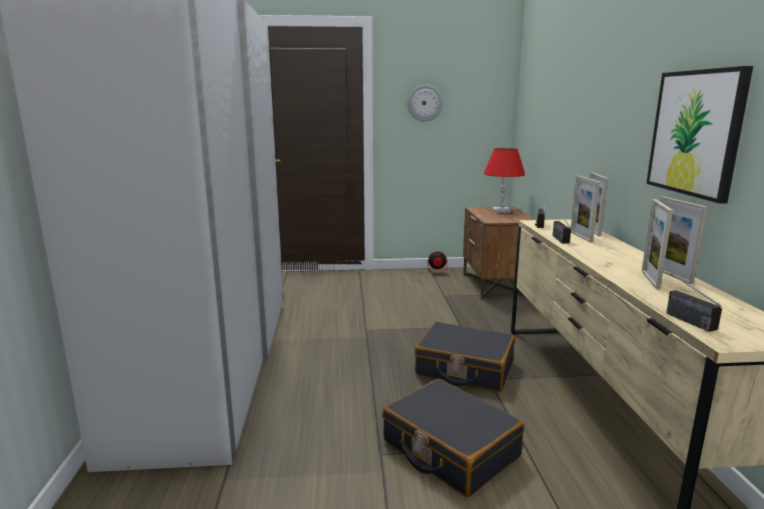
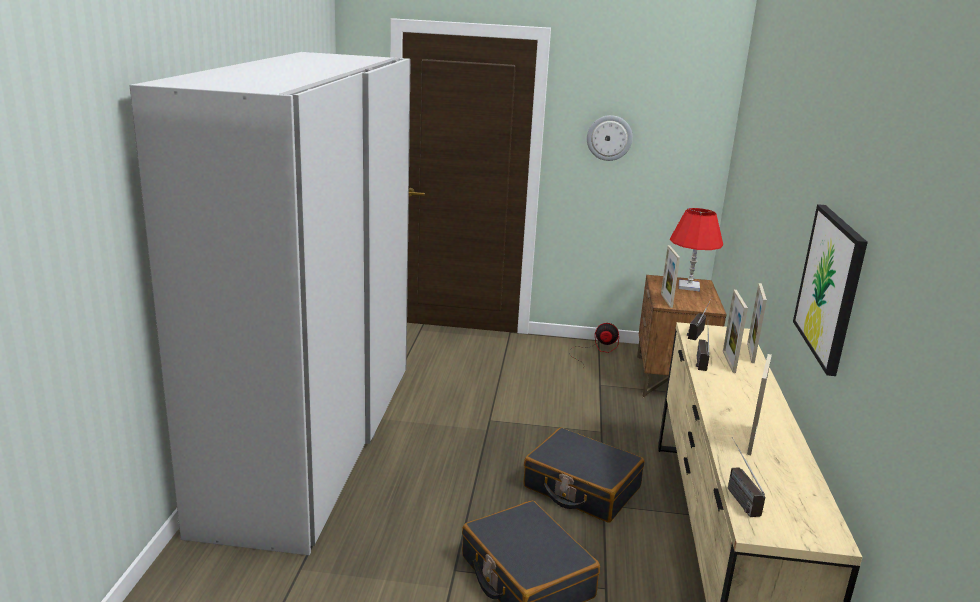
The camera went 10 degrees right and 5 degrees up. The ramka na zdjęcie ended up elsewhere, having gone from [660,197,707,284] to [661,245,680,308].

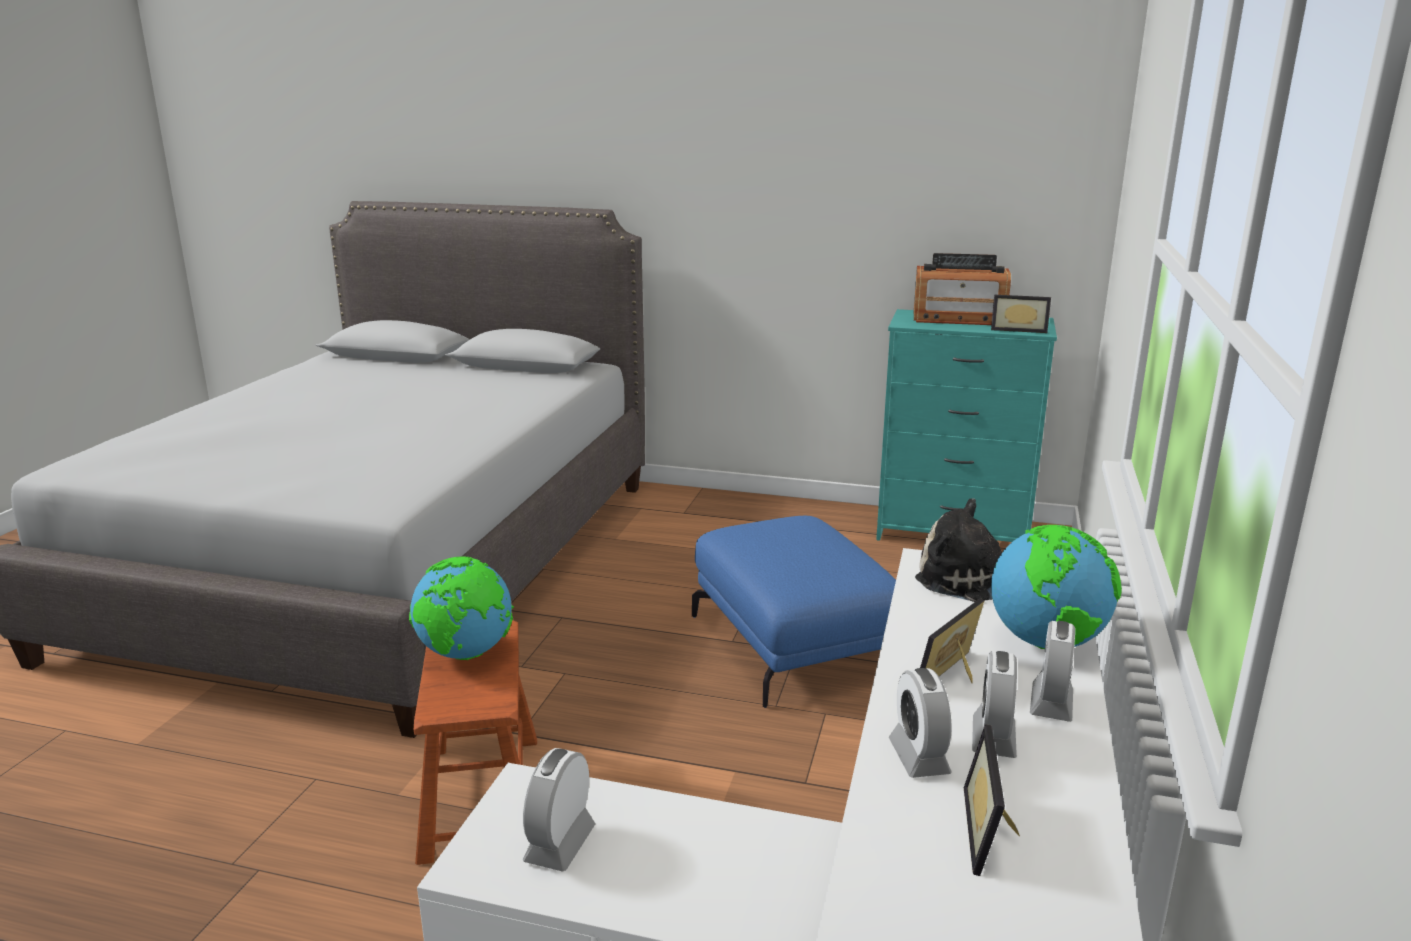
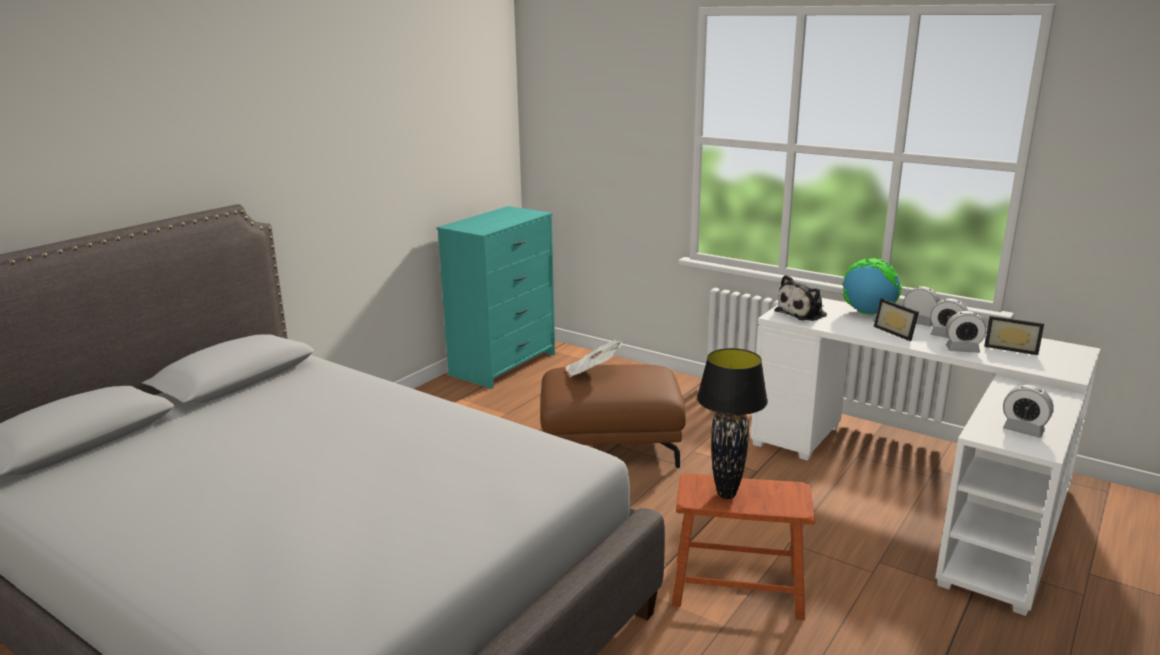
The camera went 70 degrees left and 0 degrees up. Where the globus stood at [409,556,514,660], the lampa stołowa/czarny came to stand at [697,348,768,499]. What was the pufa/niebieski at [692,516,896,708] turned into the pufa/brązowy at [540,364,686,468]. The second view lost the radio at [914,253,1011,325]. The second view lost the ramka na zdjęcie at [991,295,1051,333]. The second view gained the gazeta at [566,340,622,377].

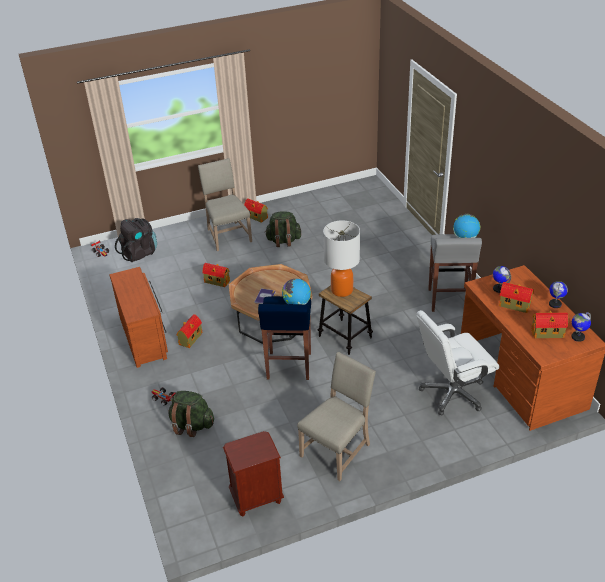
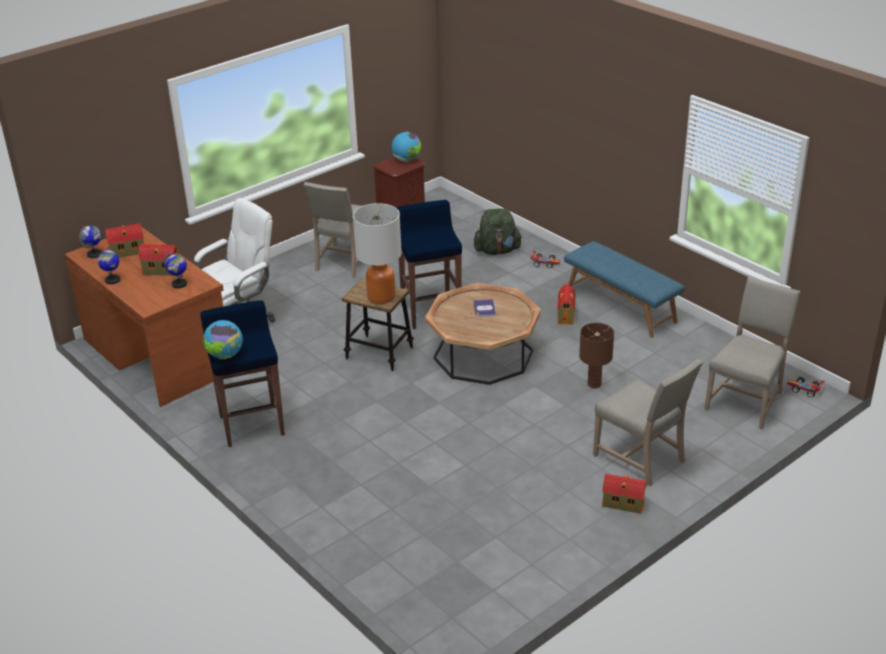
The camera went 160 degrees right and 5 degrees down. Where the komoda/brązowy stood at [109,267,168,368], the ławka/niebieski came to stand at [564,241,685,338]. Where the plecak/czarny stood at [115,218,157,262], the krzesło/beżowy came to stand at [704,277,801,429]. Where the domek stood at [202,263,230,287], the lampa stołowa/brązowy came to stand at [579,323,614,388]. The second view lost the plecak/zielony at [265,211,301,247]. The globus ended up elsewhere, having gone from [282,279,311,305] to [392,132,421,162]. What was the stołek/szary at [428,234,482,312] turned into the stołek/niebieski at [200,300,285,447].

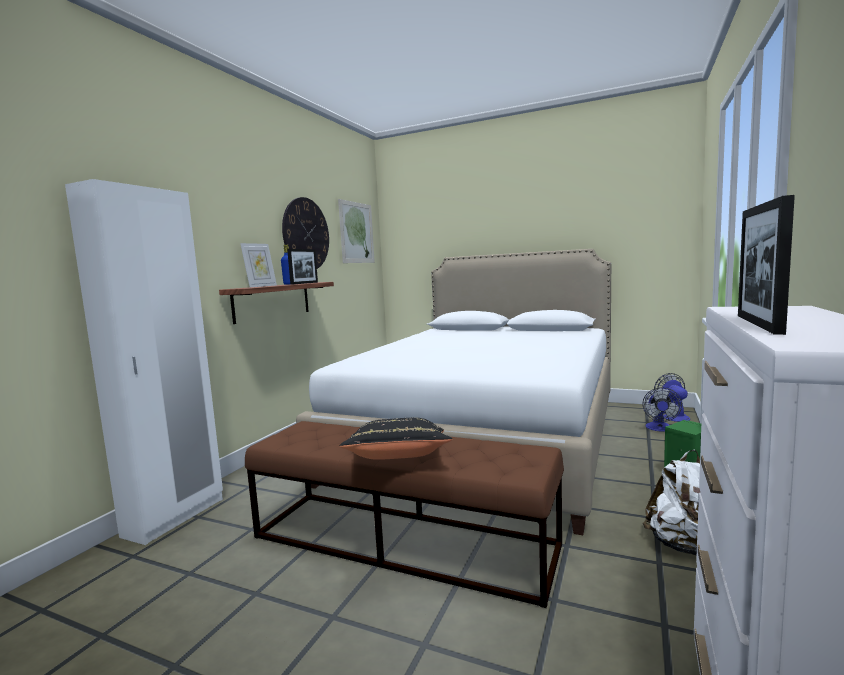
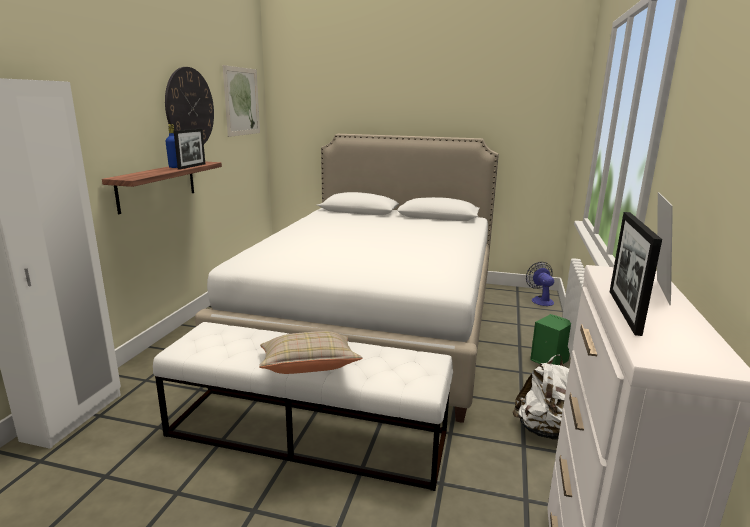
The camera went 10 degrees left and 10 degrees up. The ramka na zdjęcie ended up elsewhere, having gone from [240,243,277,287] to [657,192,673,306]. What was the ławka/brązowy at [245,421,564,608] turned into the ławka/biały at [153,322,453,491]. What was the poduszka/czarny at [339,418,452,460] turned into the poduszka/beżowy at [259,331,363,374]. The second view lost the wentylator at [642,387,682,432].

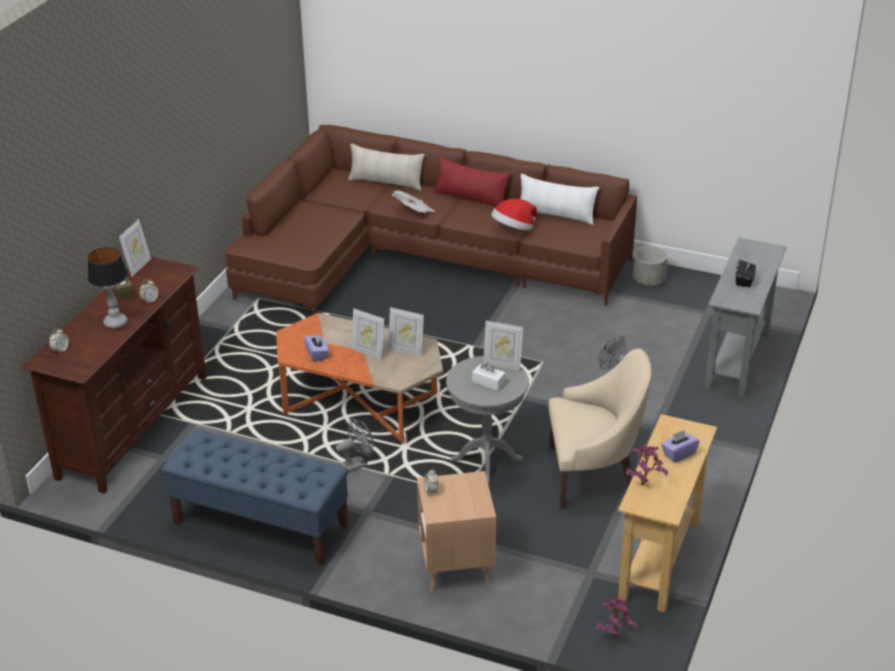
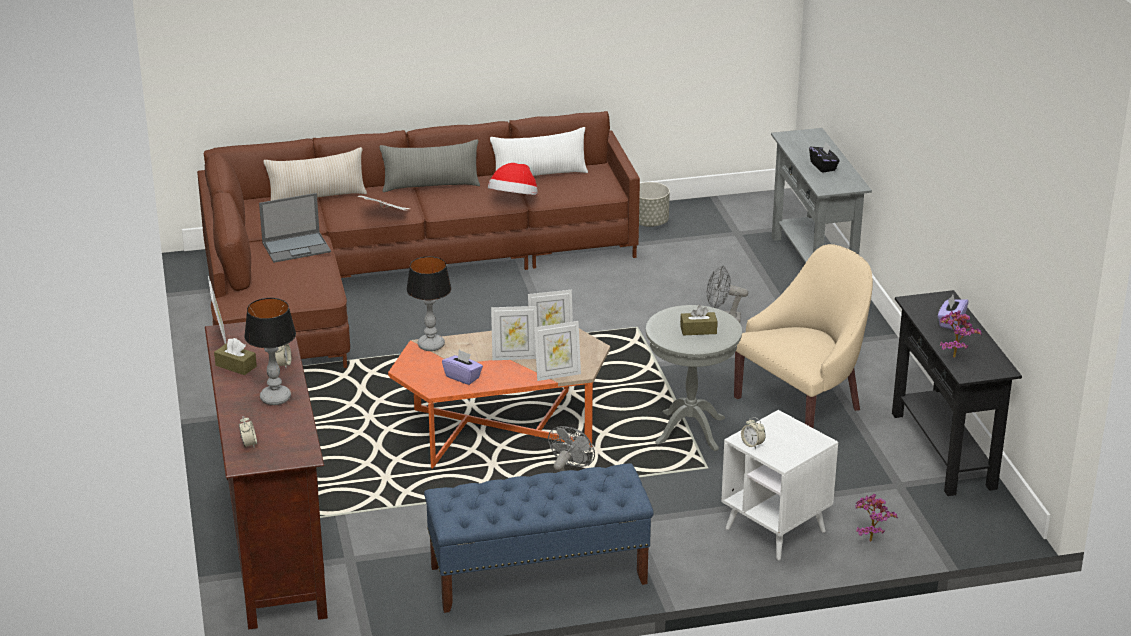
The camera went 35 degrees left and 5 degrees down. What was the stolik/brązowy at [417,471,496,592] turned into the stolik/biały at [721,410,838,560]. What was the poduszka/czerwony at [433,156,510,207] turned into the poduszka/szary at [380,140,480,192]. What was the pudełko chusteczek/biały at [472,363,505,391] turned into the pudełko chusteczek/brązowy at [680,305,717,336]. The ramka na zdjęcie ended up elsewhere, having gone from [483,321,523,371] to [534,321,581,381]. The roślina doniczkowa ended up elsewhere, having gone from [596,598,638,638] to [855,494,898,542]. What was the stolik konsolowy/beżowy at [618,414,717,612] turned into the stolik konsolowy/czarny at [892,290,1022,496]. The second view gained the laptop at [259,193,331,263]. The second view gained the lampa stołowa at [406,256,452,351].

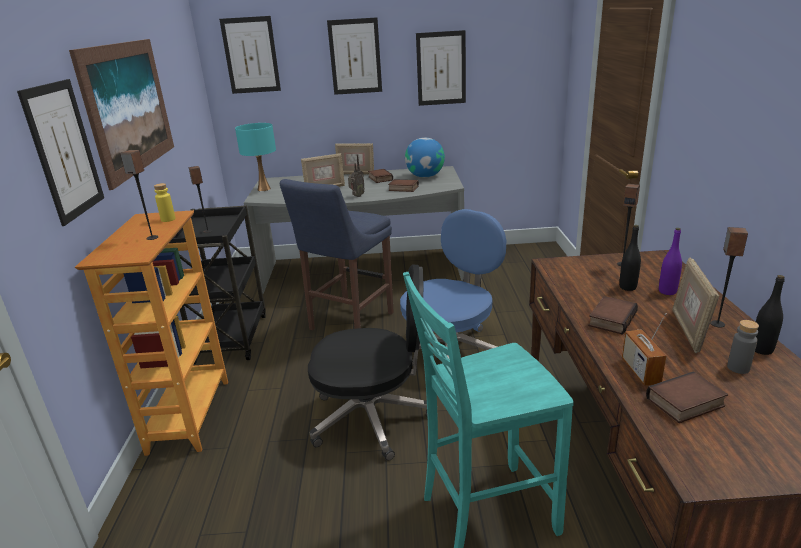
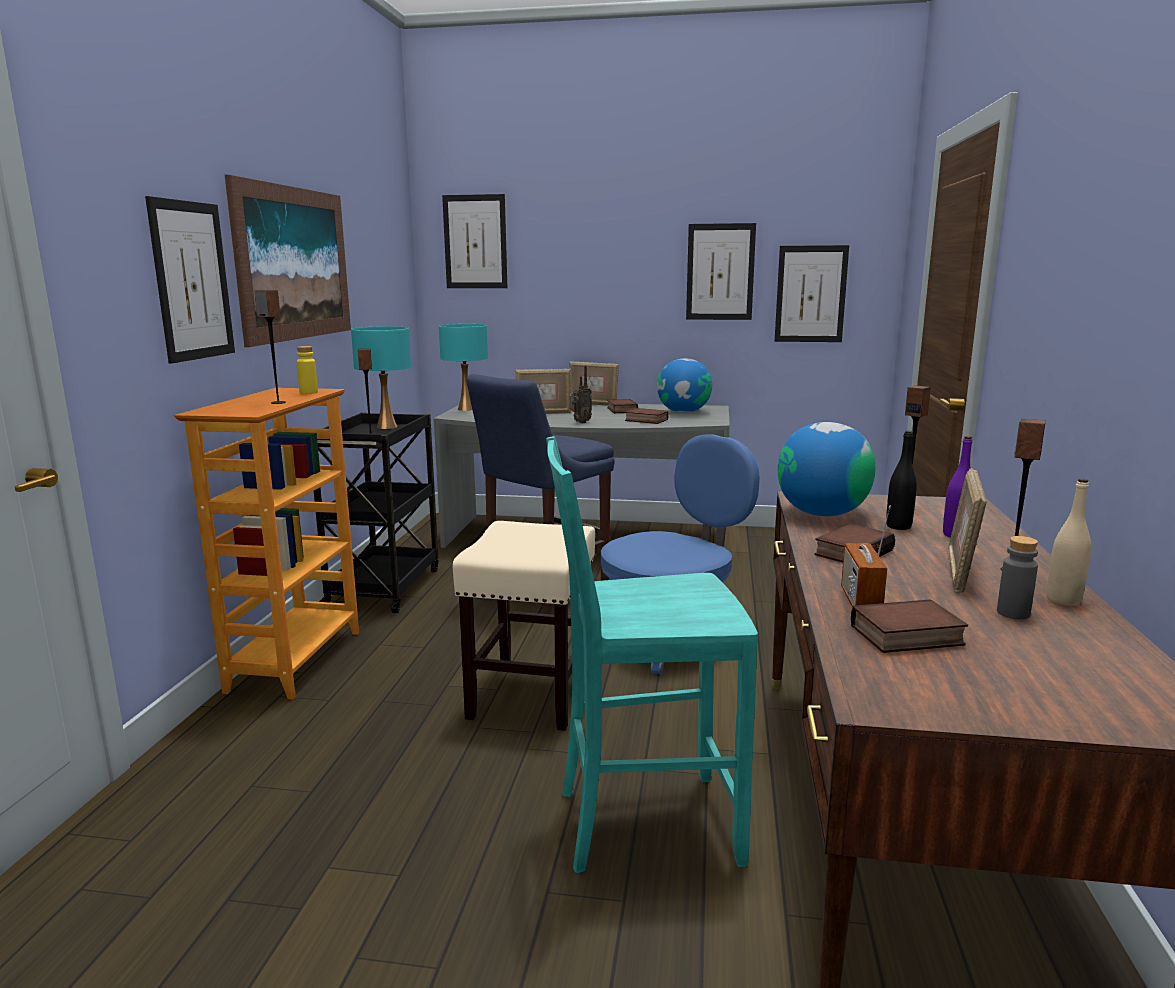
The camera went 10 degrees right and 10 degrees down. Where the krzesło biurowe/czarny stood at [308,265,428,461], the stołek/beżowy came to stand at [452,521,595,731]. The obraz ended up elsewhere, having gone from [327,17,382,95] to [775,245,849,342]. What was the butelka/czarny at [755,275,785,355] turned into the butelka/beżowy at [1047,478,1091,606]. The second view gained the lampa stołowa/turkusowy at [351,326,411,429]. The second view gained the globus at [778,422,875,516].

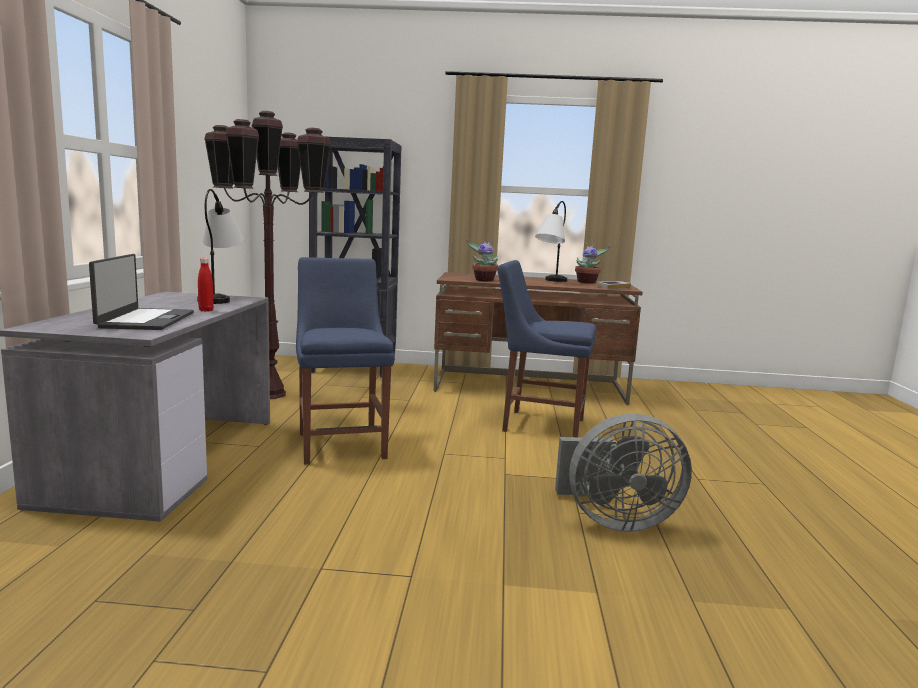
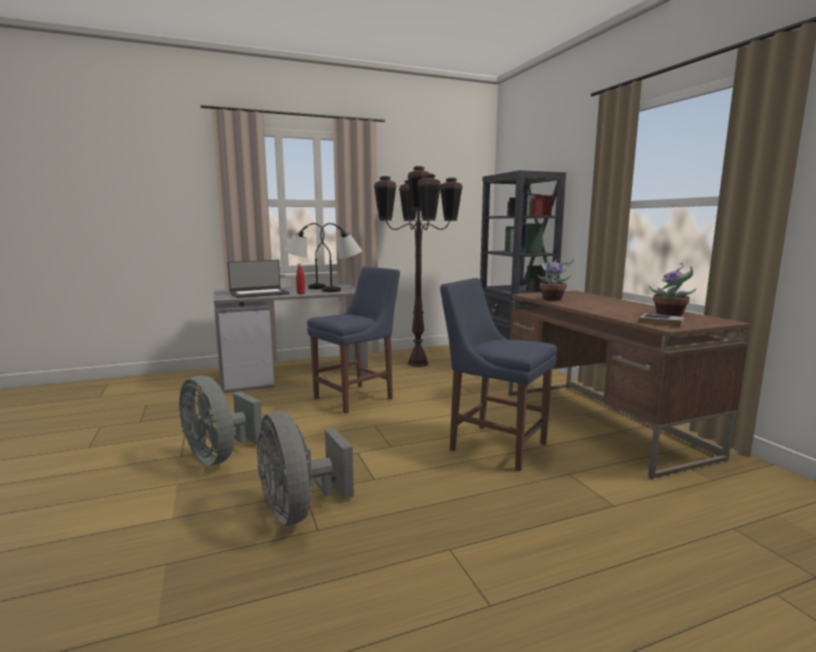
The camera went 65 degrees right and 0 degrees up. The krzesło/niebieski at [498,260,597,437] ended up facing another way, 45 degrees counterclockwise from before. The lampa stołowa ended up elsewhere, having gone from [535,201,567,282] to [284,223,326,289]. The second view gained the wentylator/szary at [179,375,262,466].

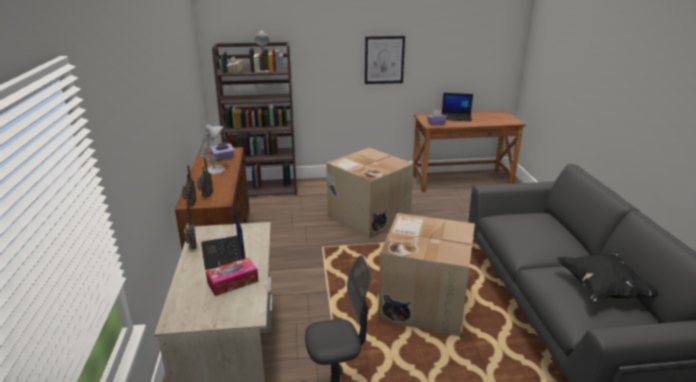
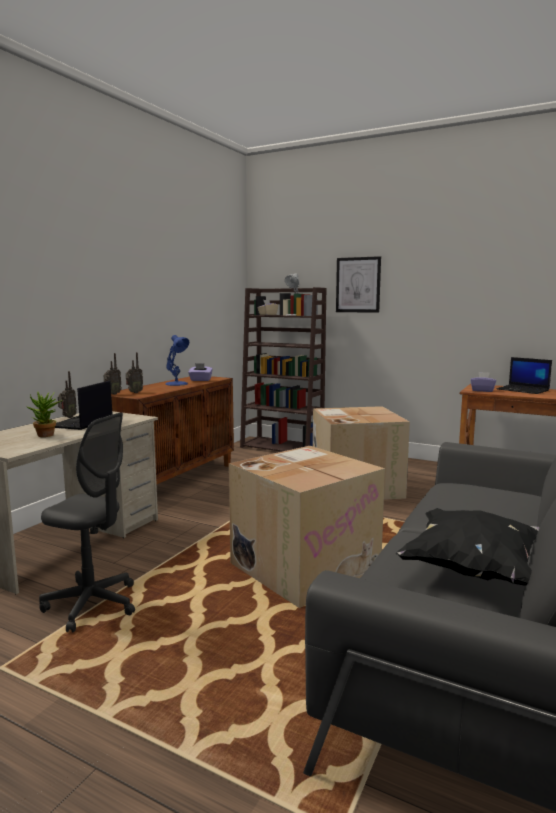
The camera went 35 degrees right and 15 degrees down. What was the lampa stołowa/biały at [200,124,225,175] turned into the lampa stołowa/niebieski at [165,335,189,386]. Where the pudełko chusteczek stood at [206,258,259,296], the roślina doniczkowa came to stand at [26,392,63,437]. The obraz ended up elsewhere, having gone from [365,36,405,84] to [336,256,381,313].

